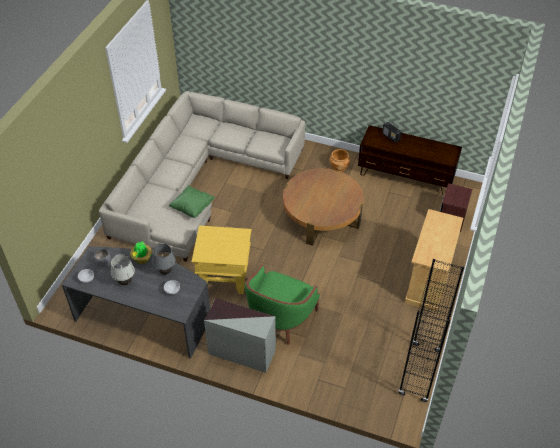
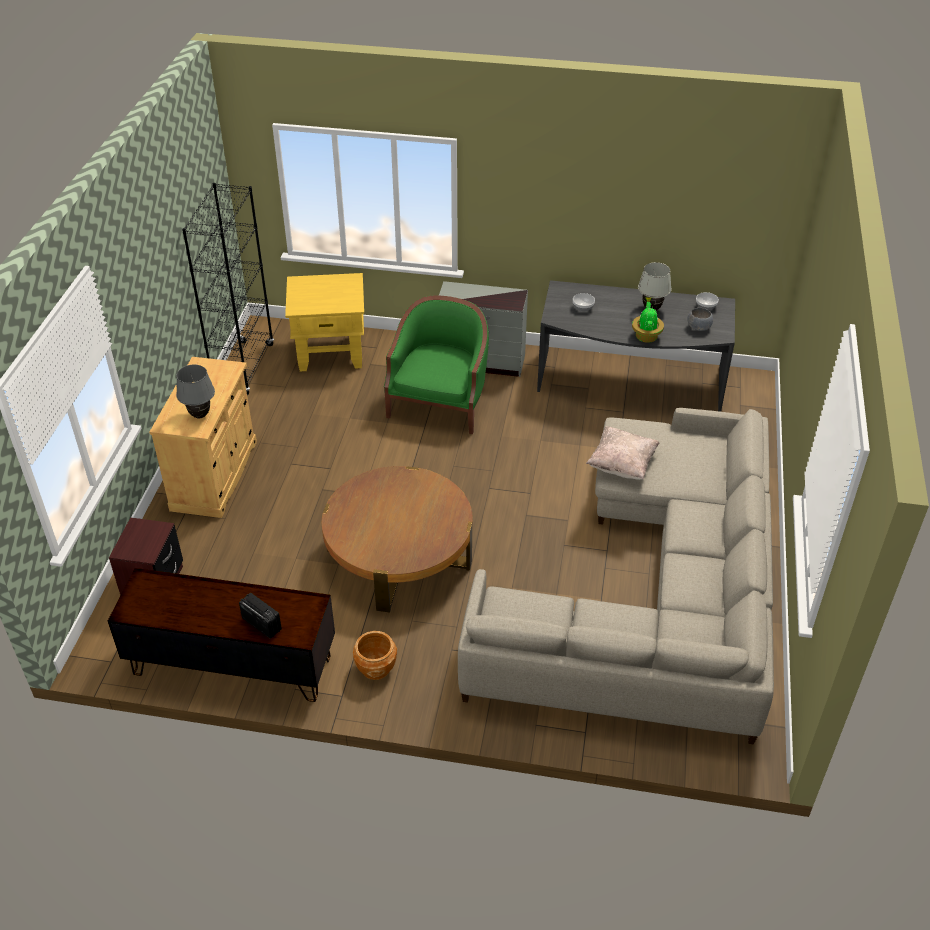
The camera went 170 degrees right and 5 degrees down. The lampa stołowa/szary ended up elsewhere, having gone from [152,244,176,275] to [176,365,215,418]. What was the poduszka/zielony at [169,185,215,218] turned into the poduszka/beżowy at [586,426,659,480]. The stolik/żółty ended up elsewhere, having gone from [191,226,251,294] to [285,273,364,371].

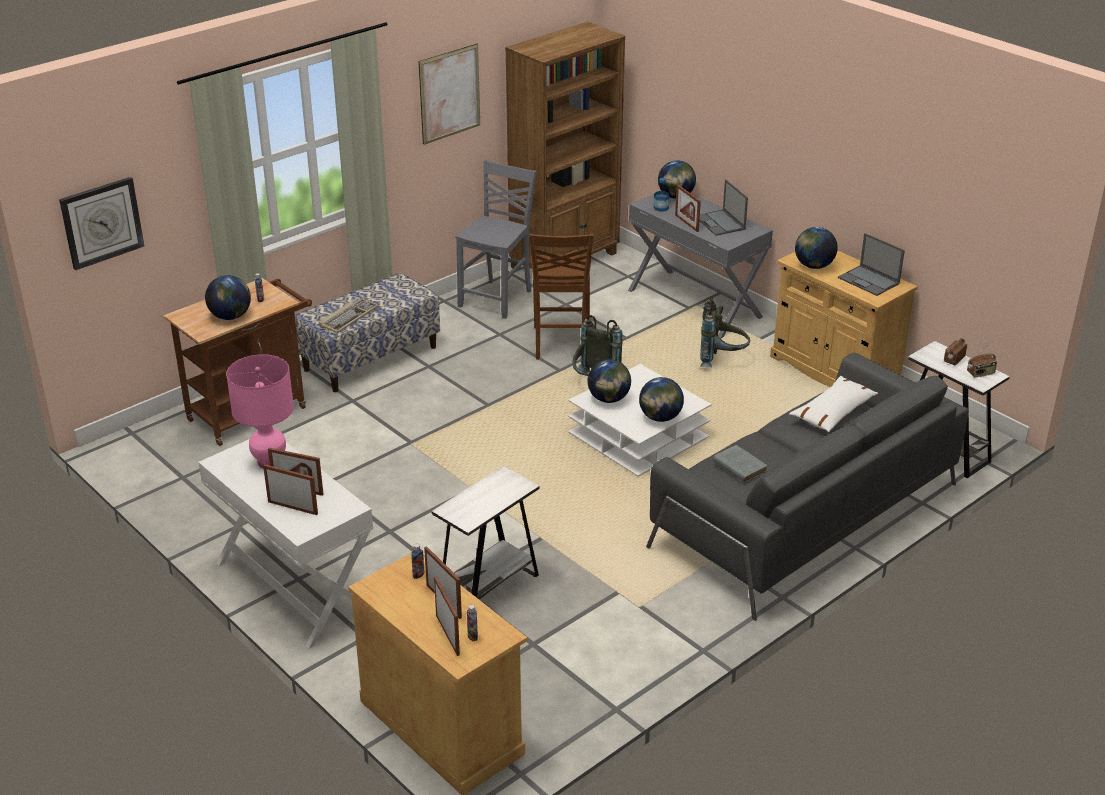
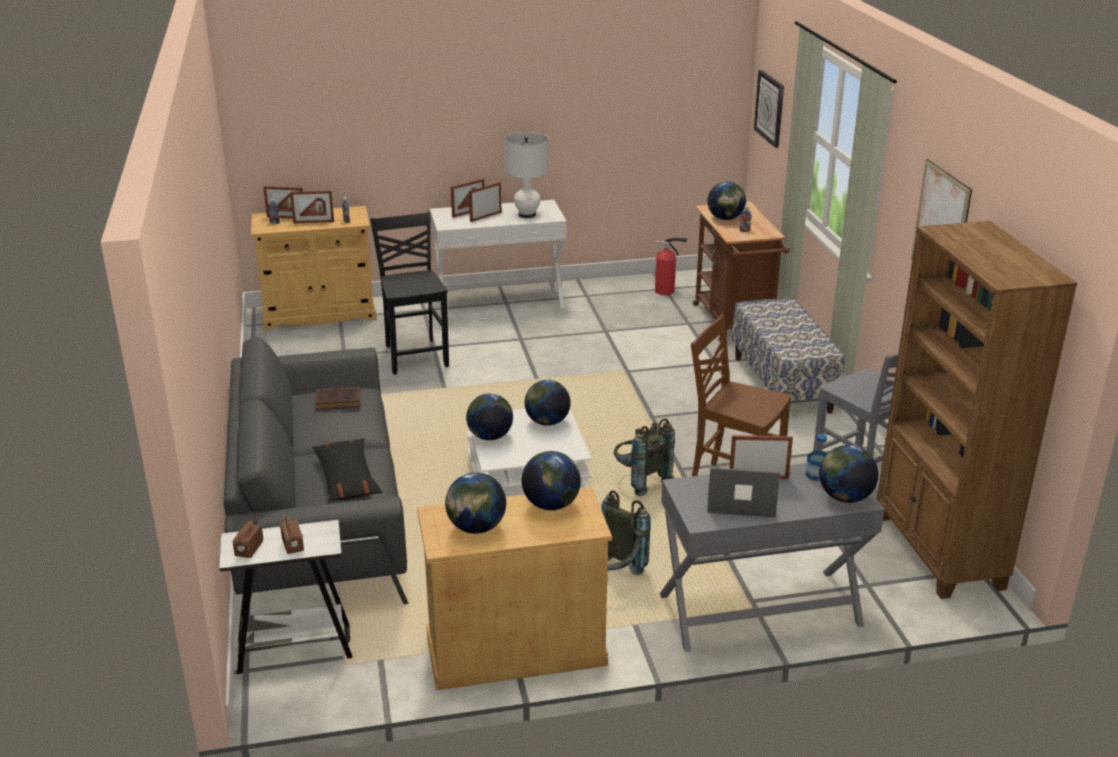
The camera went 120 degrees right and 5 degrees down. What was the lampa stołowa/różowy at [226,354,294,469] turned into the lampa stołowa/biały at [504,132,549,218]. The second view lost the klawiatura at [319,297,379,333]. Where the stolik/biały stood at [431,466,540,599], the krzesło/czarny came to stand at [370,212,449,375]. What was the książka/szary at [713,445,768,483] turned into the książka/brązowy at [315,386,360,410]. What was the poduszka/biały at [789,376,878,432] turned into the poduszka/czarny at [313,438,383,501]. Where the laptop stood at [838,233,905,296], the globus came to stand at [445,473,506,534]. The second view gained the gaśnica at [654,238,687,295].

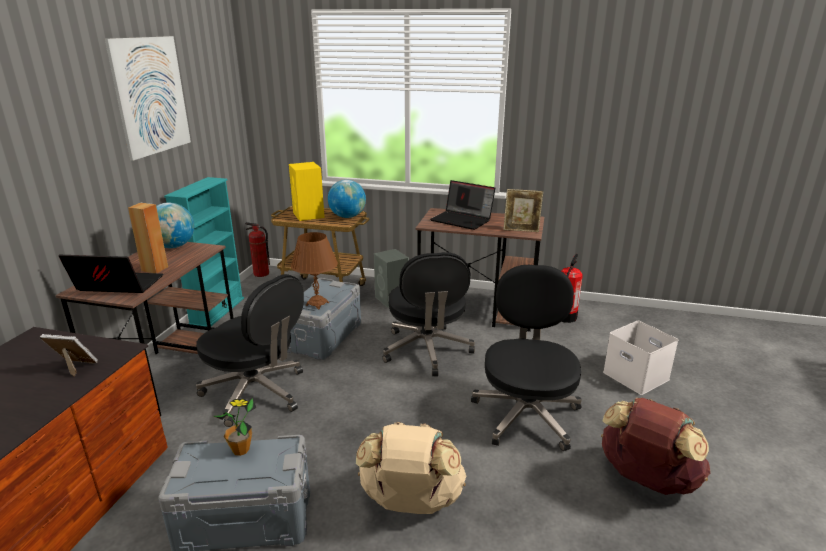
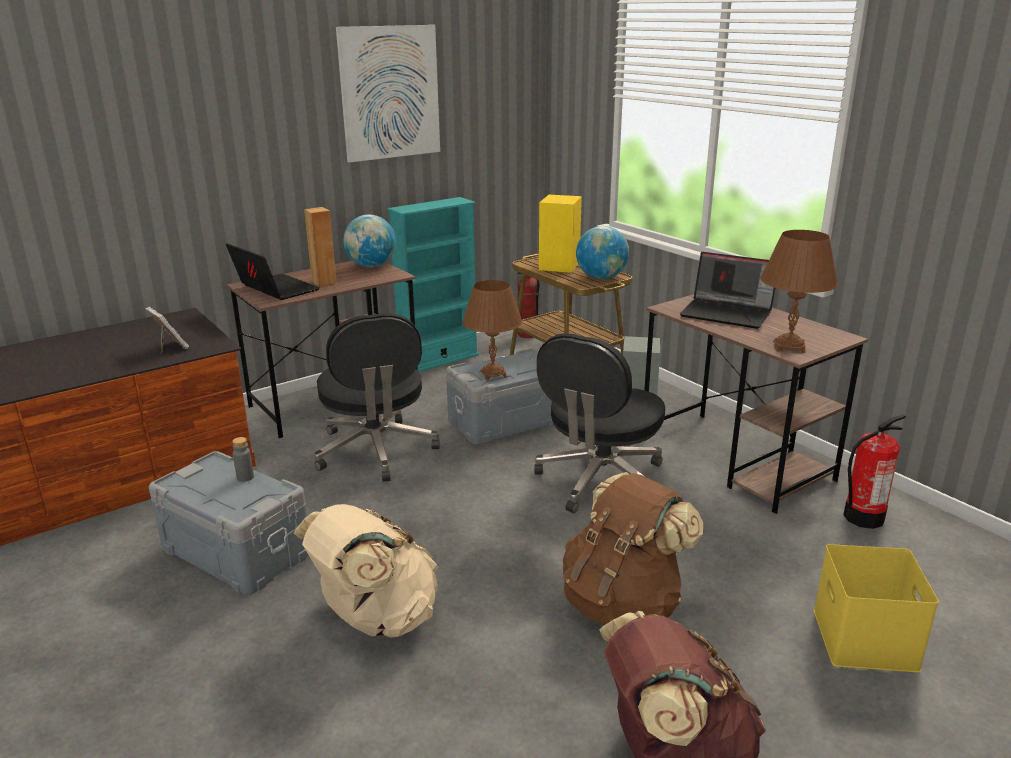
The camera went 40 degrees right and 0 degrees up. Where the roślina doniczkowa stood at [214,398,256,456], the butelka/szary came to stand at [232,437,254,482]. The laptop at [430,180,495,230] ended up facing another way, 45 degrees counterclockwise from before. Where the krzesło biurowe/czarny stood at [471,265,582,451], the plecak/brązowy came to stand at [563,472,703,625]. Where the ramka na zdjęcie stood at [503,189,543,232], the lampa stołowa/brązowy came to stand at [760,230,838,353]. What was the pojemnik do przechowywania/biały at [603,321,679,395] turned into the pojemnik do przechowywania/żółty at [814,544,939,673].

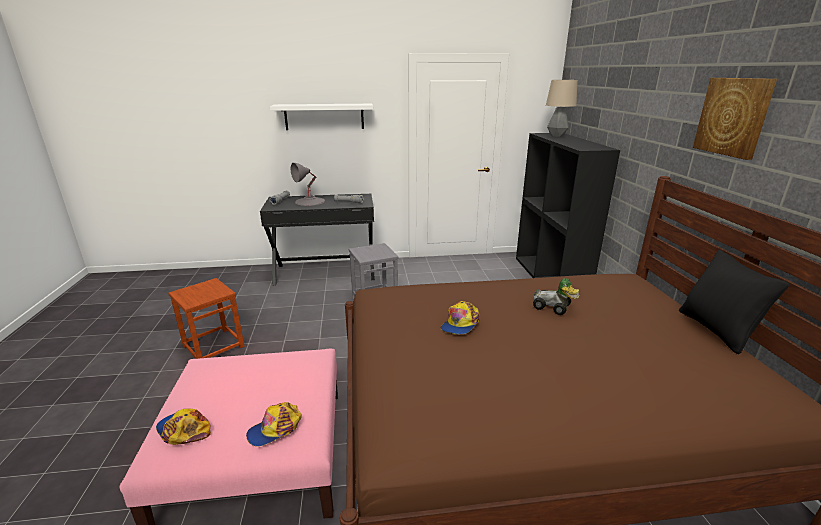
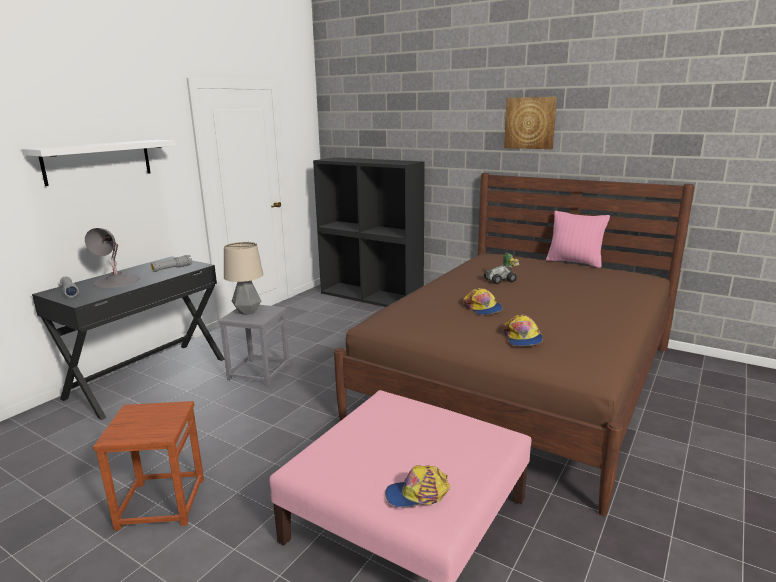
The camera went 50 degrees left and 5 degrees down. The czapka z daszkiem ended up elsewhere, having gone from [246,402,302,447] to [504,315,543,346]. The lampa stołowa ended up elsewhere, having gone from [546,80,578,137] to [224,242,263,315]. What was the poduszka/czarny at [679,250,789,354] turned into the poduszka/różowy at [546,211,610,268].

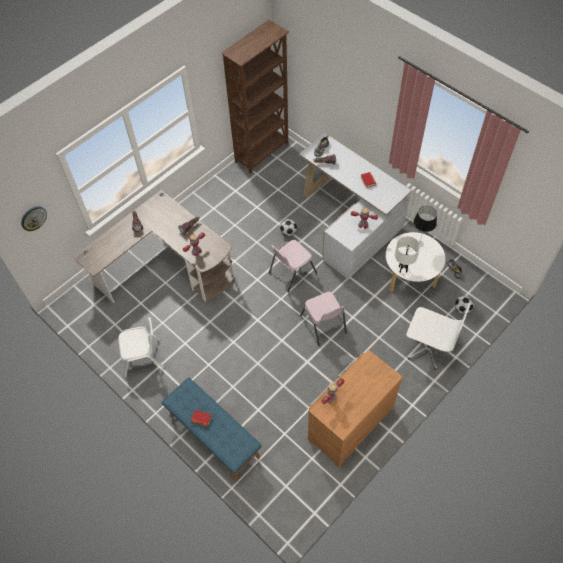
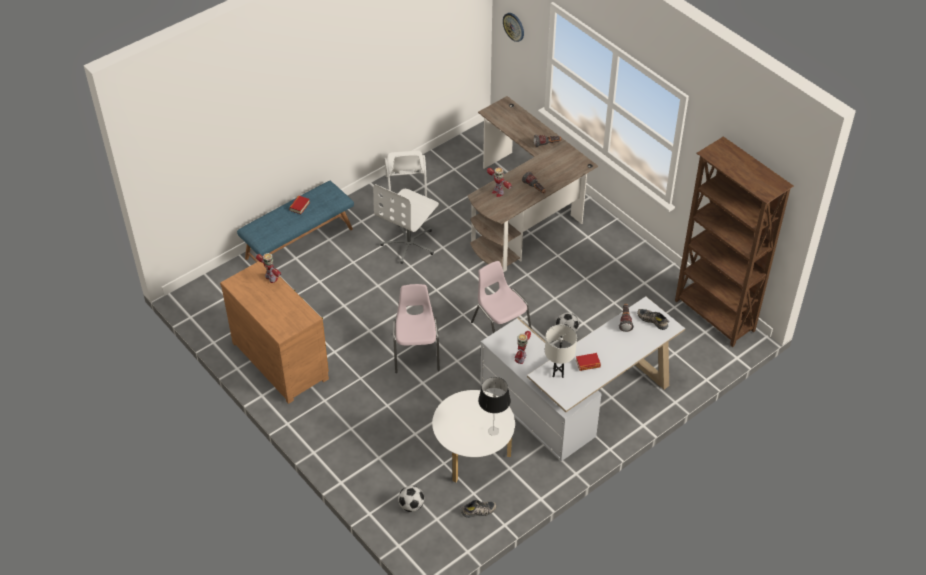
The camera went 95 degrees right and 10 degrees down. The krzesło/różowy at [300,292,347,346] ended up facing another way, 105 degrees clockwise from before. The lampa stołowa/biały ended up elsewhere, having gone from [395,236,420,273] to [545,325,577,378]. The krzesło biurowe/biały ended up elsewhere, having gone from [407,303,470,370] to [373,184,439,264].

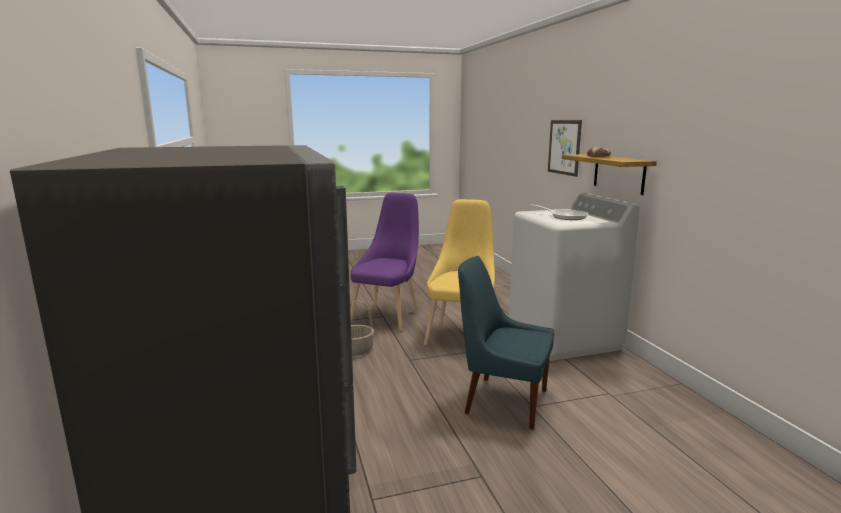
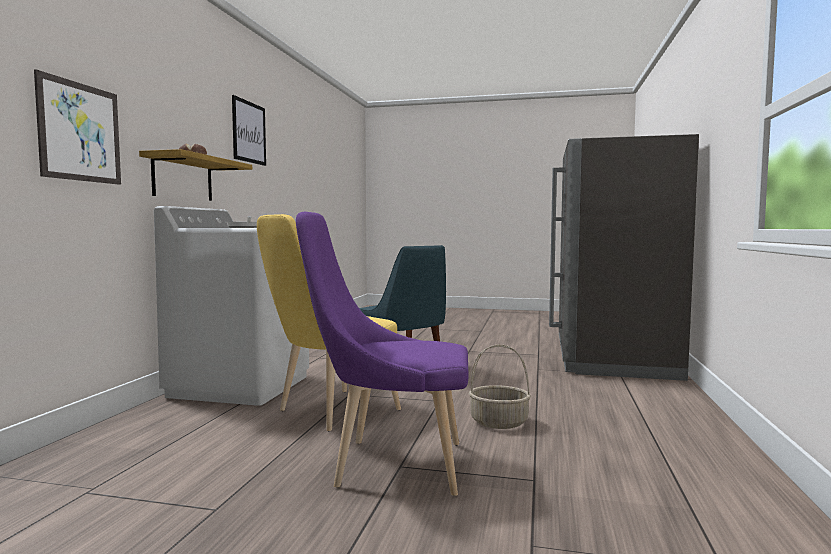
The camera went 150 degrees left and 10 degrees down. The krzesło/fioletowy at [350,193,419,331] ended up facing another way, 45 degrees clockwise from before. The second view gained the obraz at [232,95,266,166].

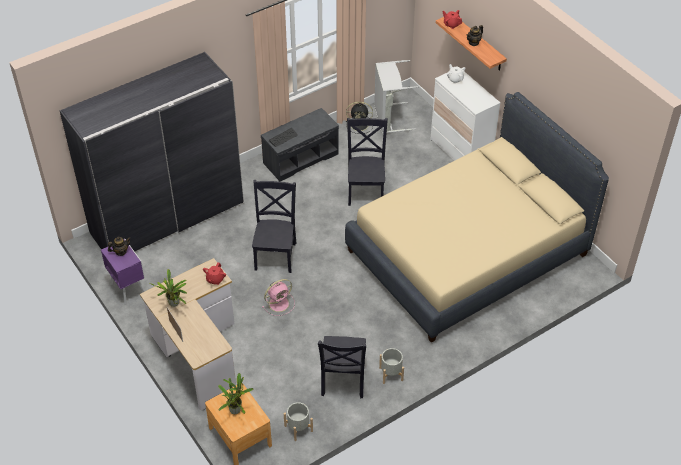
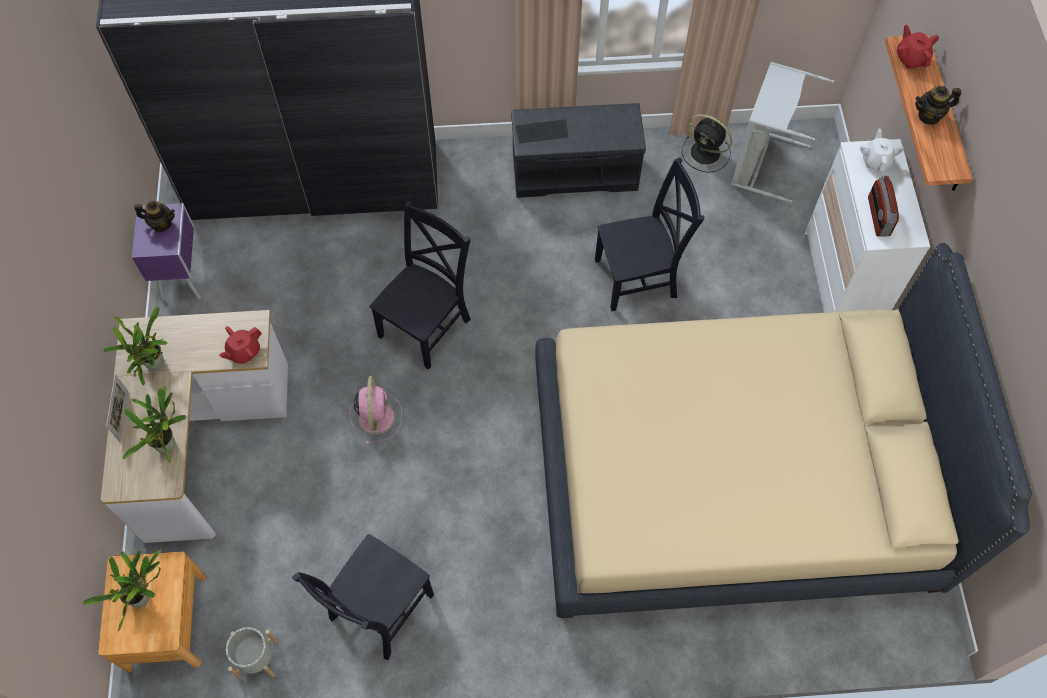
The camera went 30 degrees right and 15 degrees up. The wentylator/różowy at [262,279,295,316] ended up facing another way, 90 degrees counterclockwise from before. The krzesło/czarny at [347,118,388,206] ended up facing another way, 45 degrees clockwise from before. The second view lost the donica/szary at [379,348,404,384]. The second view gained the roślina doniczkowa at [123,386,187,463]. The second view gained the radio at [868,176,899,237].

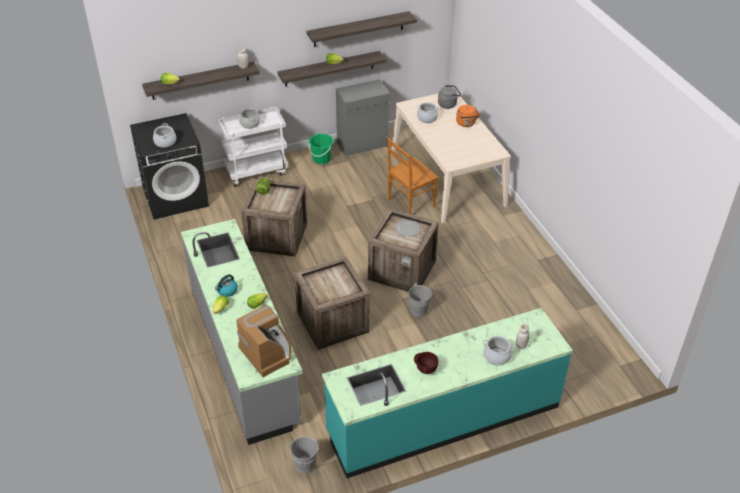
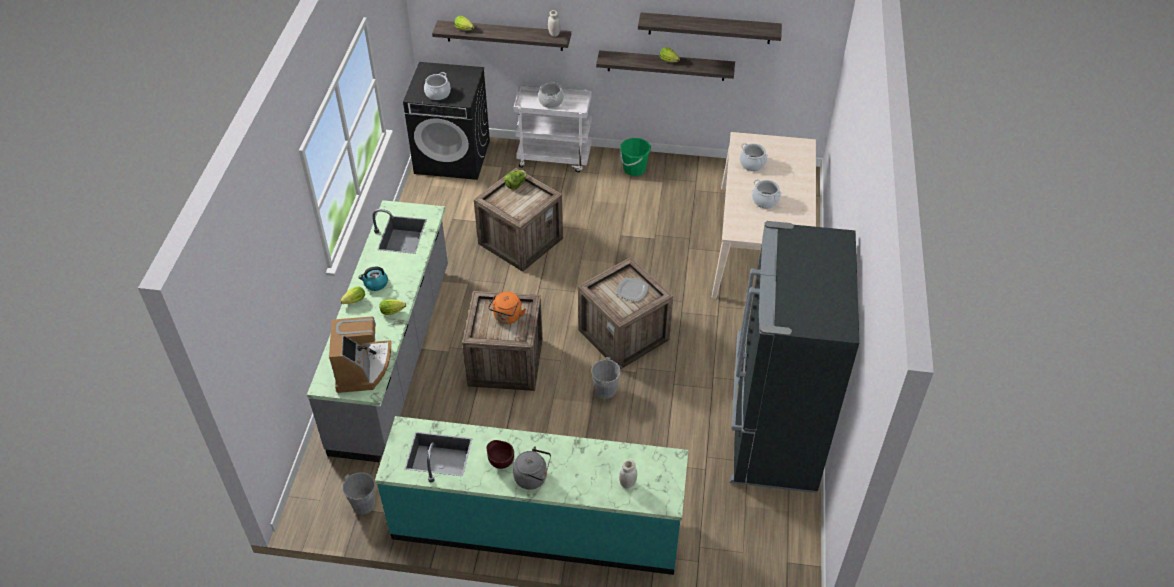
The camera went 30 degrees right and 5 degrees up. The second view lost the szafka/szary at [336,79,390,156]. The second view lost the krzesło/brązowy at [388,138,439,214]. The czajnik/szary ended up elsewhere, having gone from [438,85,461,109] to [513,446,551,490]. The czajnik/pomarańczowy ended up elsewhere, having gone from [456,105,481,127] to [488,291,526,324]. The garnek ended up elsewhere, having gone from [483,336,515,365] to [752,180,782,208]. The second view gained the lodówka/czarny at [730,221,859,493].

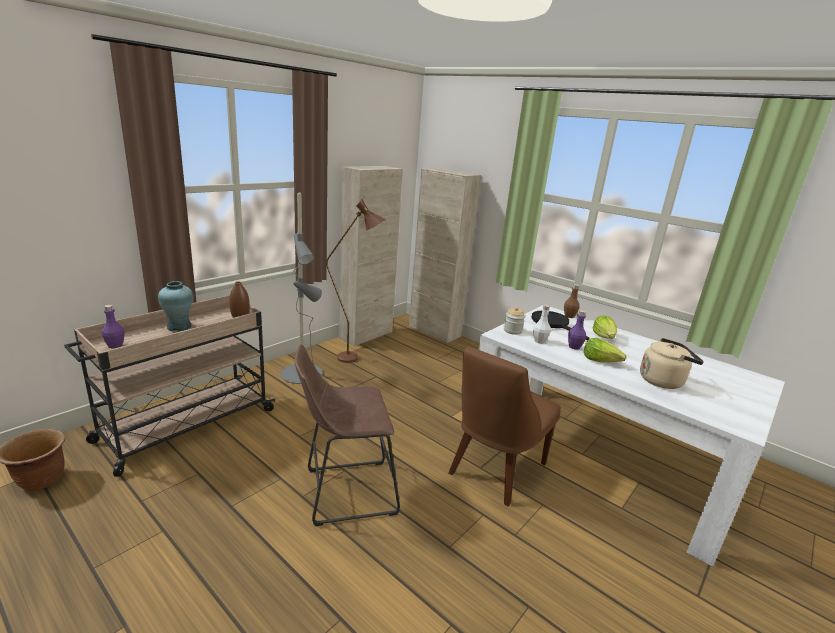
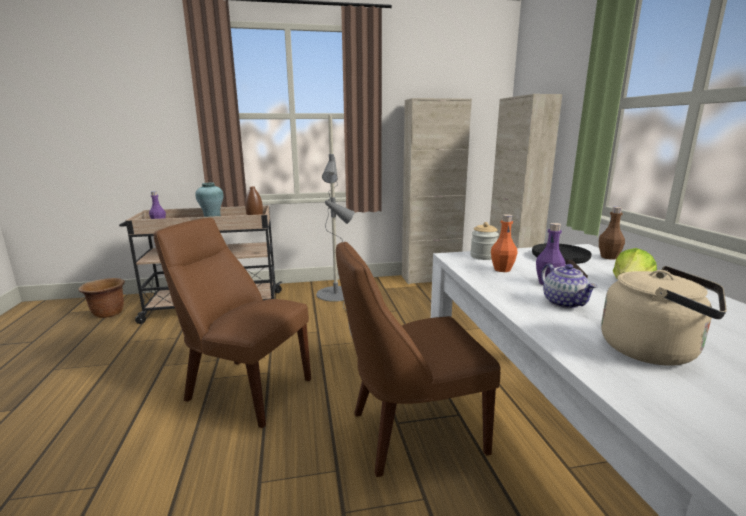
The camera went 40 degrees right and 5 degrees down. Where the stołek/brązowy stood at [295,344,400,526], the krzesło/brązowy came to stand at [153,218,311,428]. The second view lost the lampa stojąca/brązowy at [326,199,386,363]. What was the butelka/biały at [533,305,551,344] turned into the butelka/pomarańczowy at [491,214,518,272]. Where the sałata stood at [584,338,627,363], the imbryk came to stand at [541,263,598,309].

